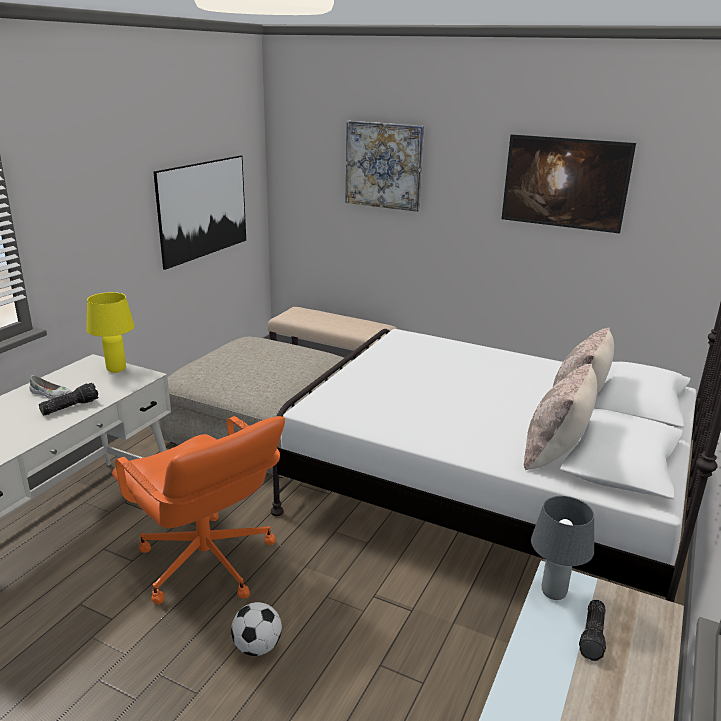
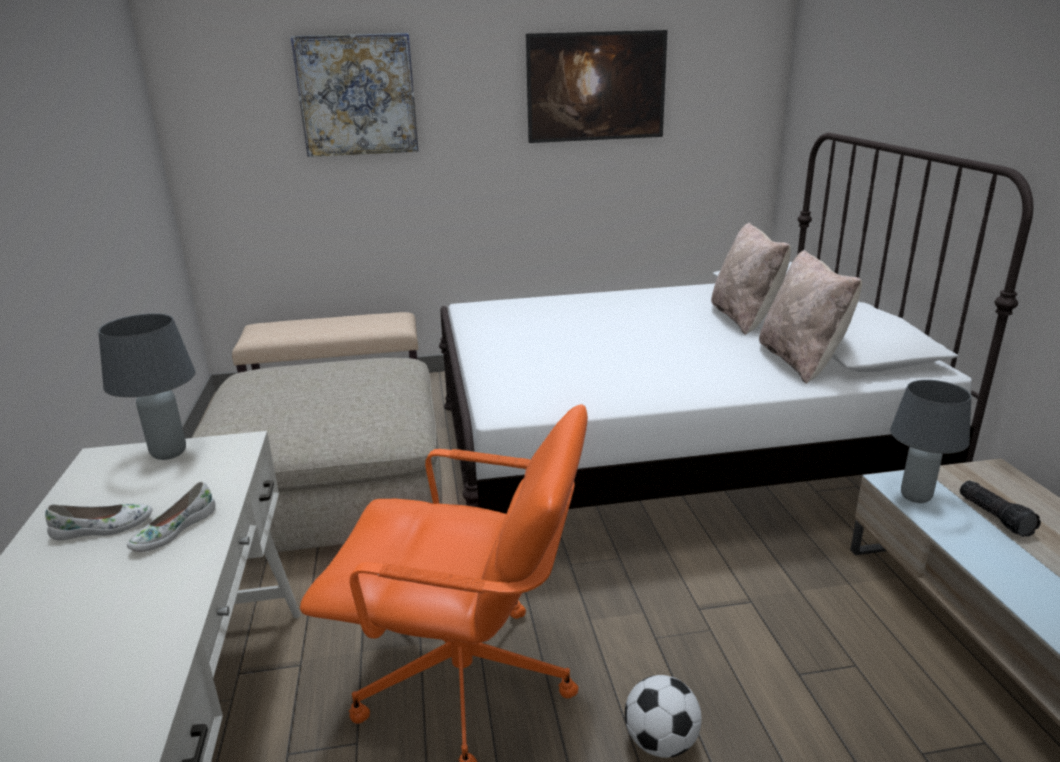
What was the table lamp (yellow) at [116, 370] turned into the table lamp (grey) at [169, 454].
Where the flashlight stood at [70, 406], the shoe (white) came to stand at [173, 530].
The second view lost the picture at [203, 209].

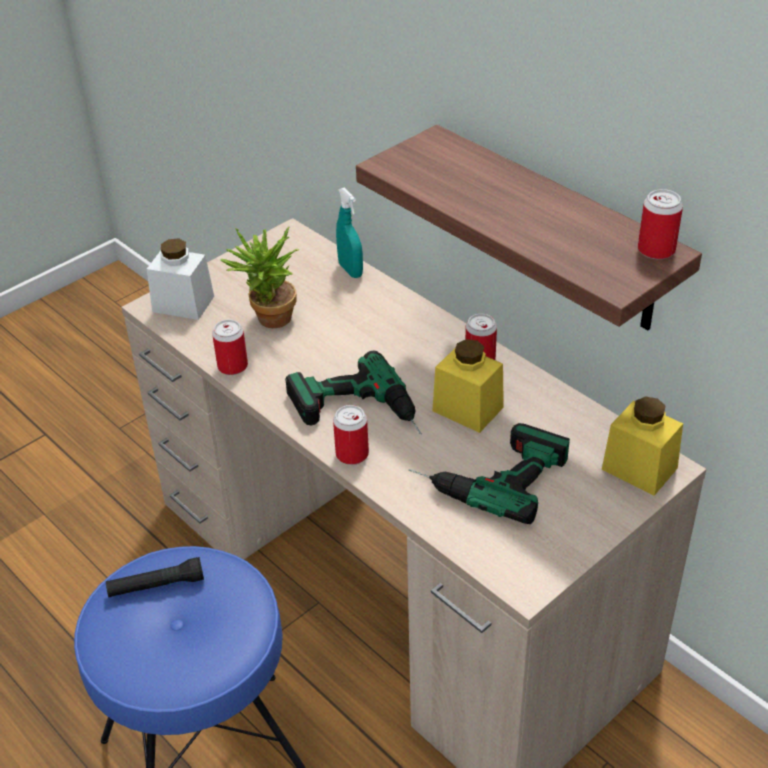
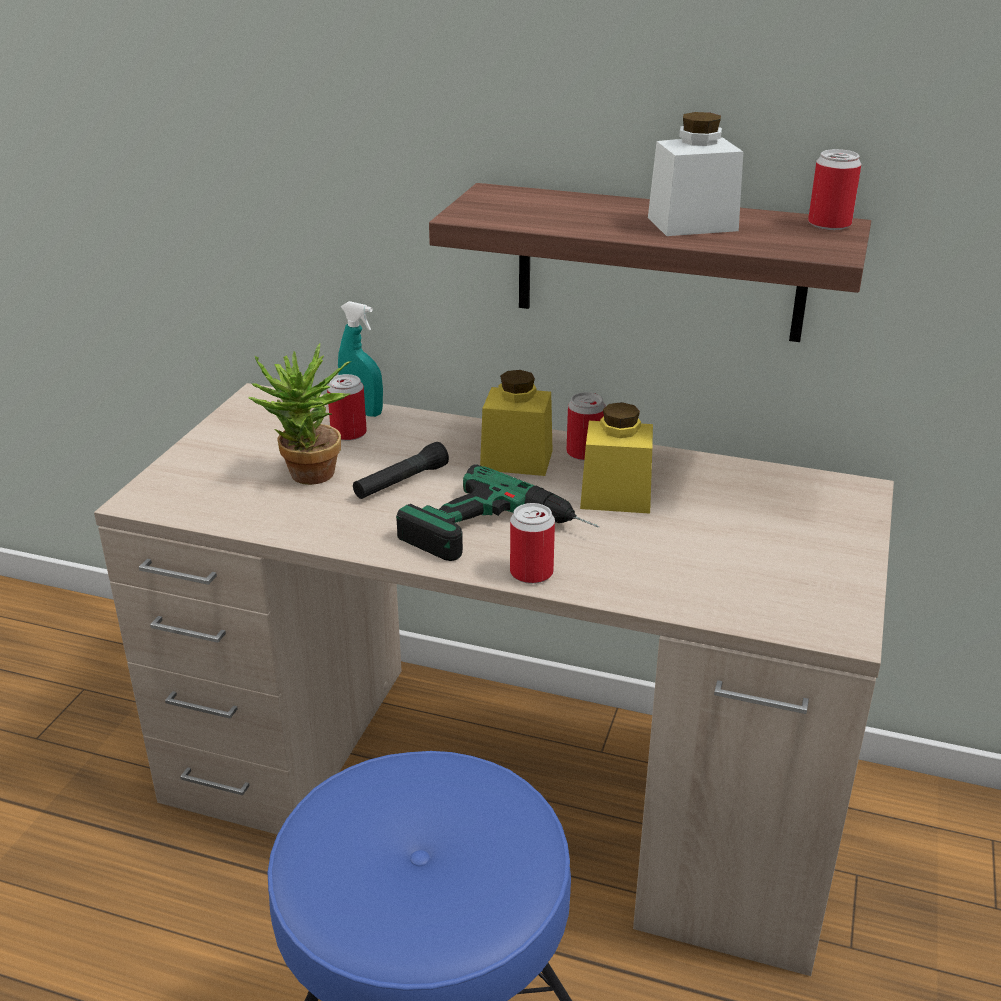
The can ended up elsewhere, having gone from [232, 366] to [348, 433].
The flashlight (black) ended up elsewhere, having gone from [156, 586] to [401, 482].
The jar (yellow) ended up elsewhere, having gone from [639, 468] to [516, 460].
The jar (white) ended up elsewhere, having gone from [183, 304] to [692, 224].
The second view lost the power drill at [487, 473].

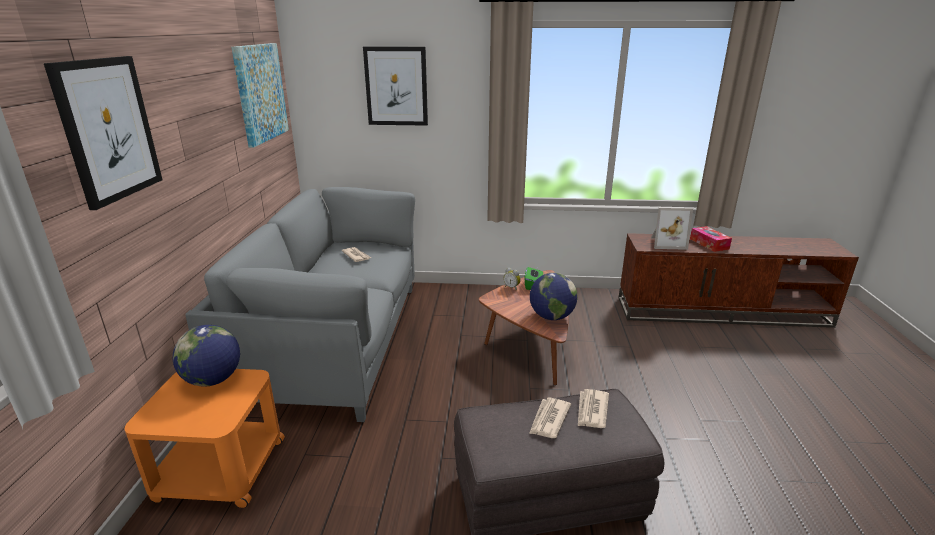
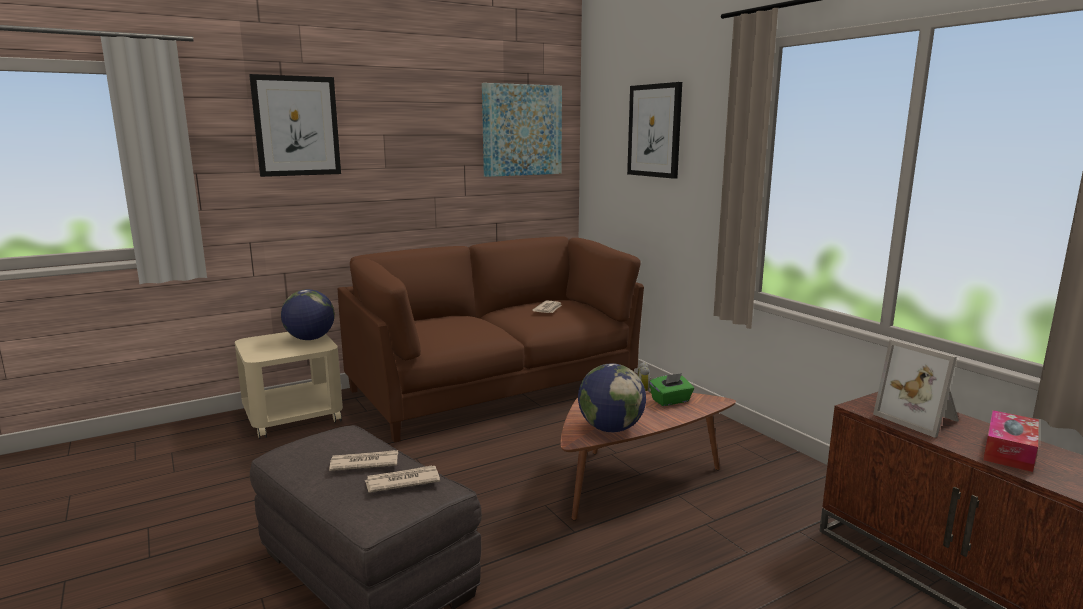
What was the side table (orange) at [220, 469] turned into the side table (beige) at [292, 415].
What was the sofa (grey) at [334, 341] turned into the sofa (brown) at [493, 388].

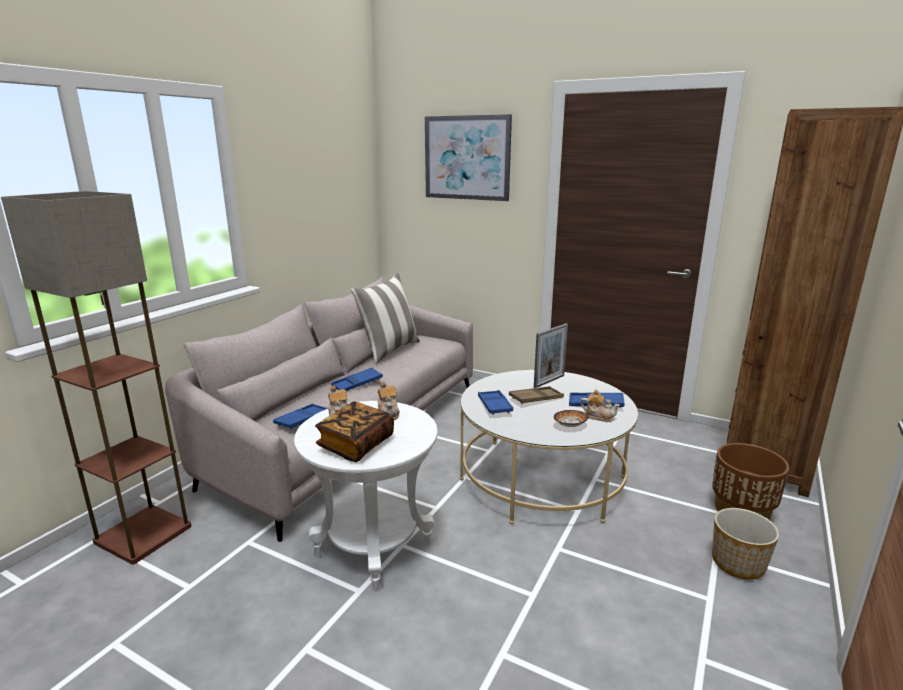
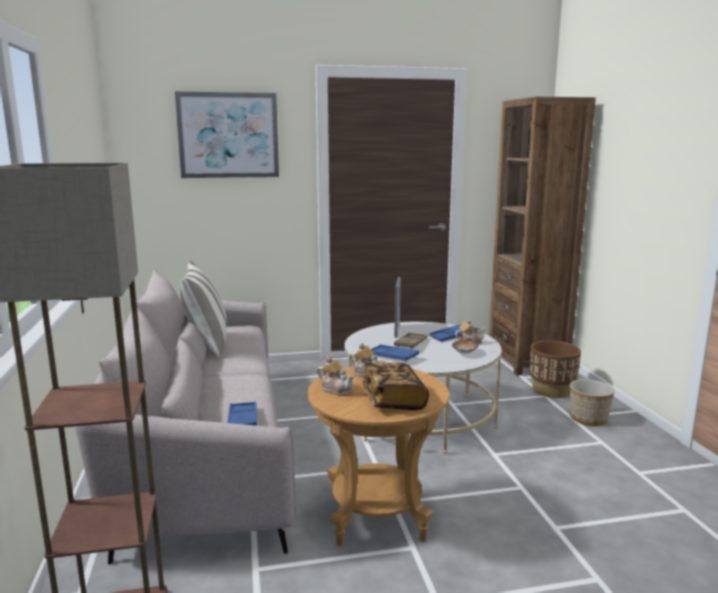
What was the side table (white) at [373, 549] turned into the side table (brown) at [377, 516].
The second view lost the tray (blue) at [357, 383].

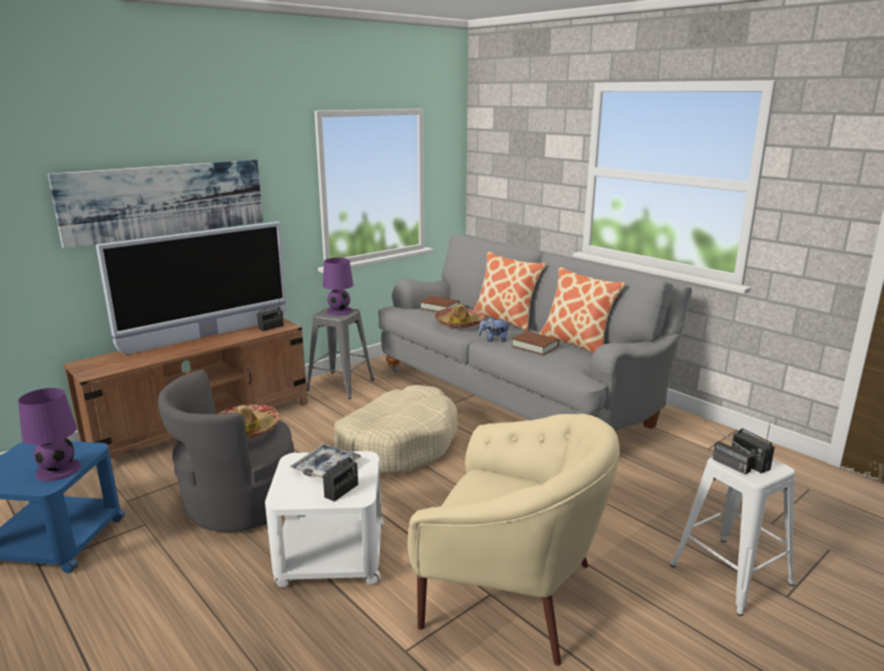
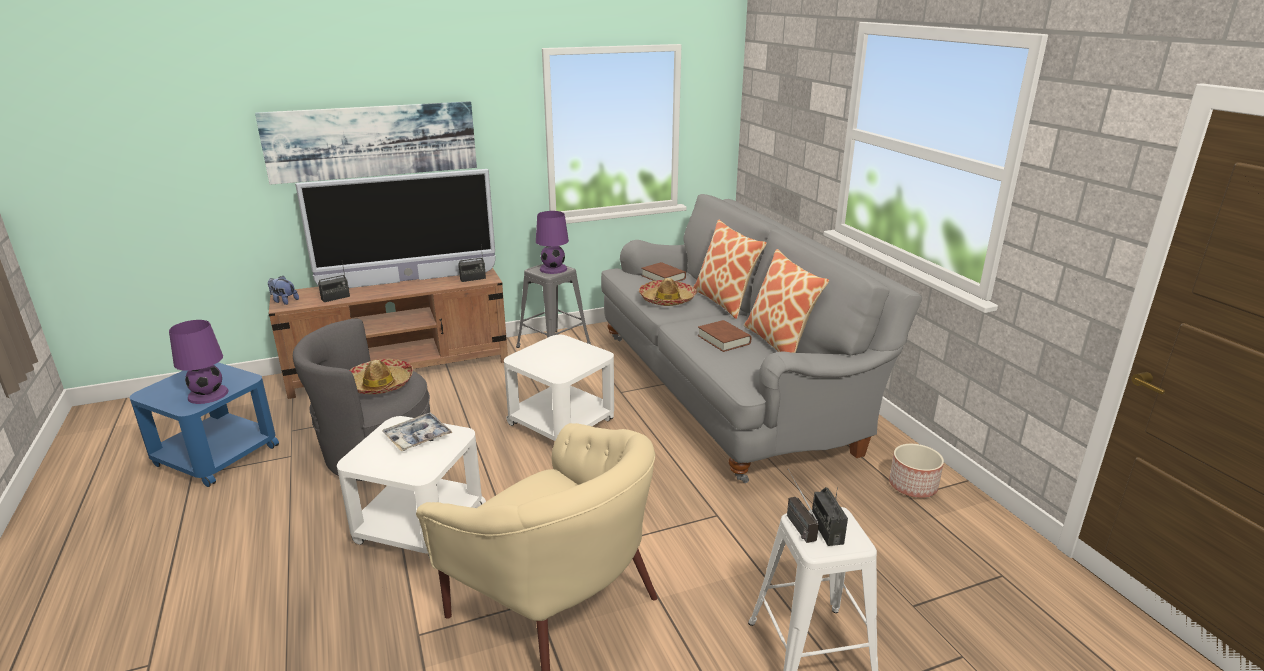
The plush toy ended up elsewhere, having gone from [494, 340] to [284, 301].
The radio ended up elsewhere, having gone from [341, 491] to [335, 298].
Where the dog bed (beige) stood at [397, 445], the side table (white) came to stand at [562, 422].
The second view gained the planter at [913, 486].

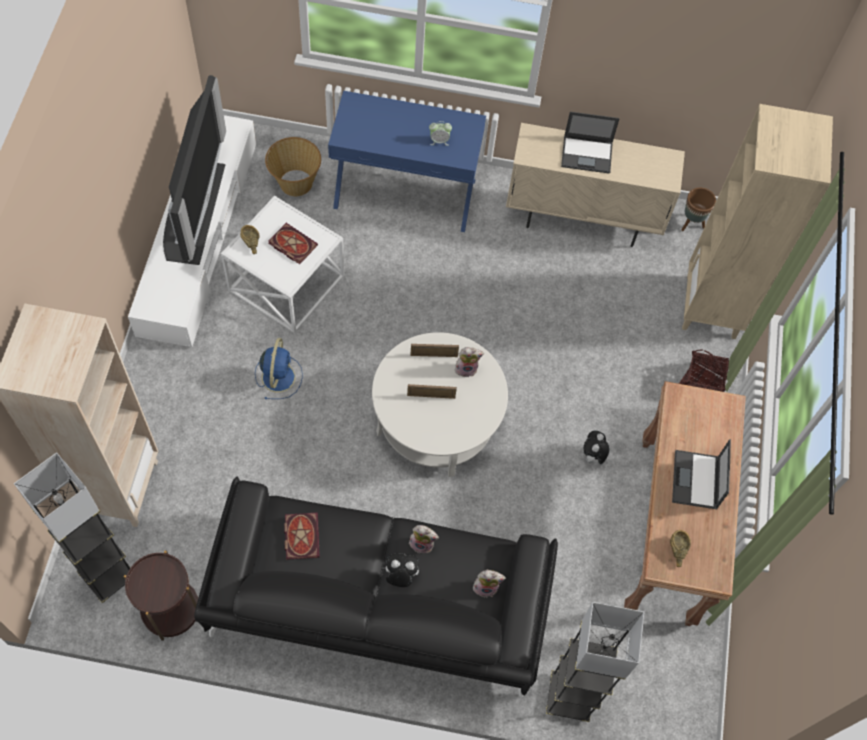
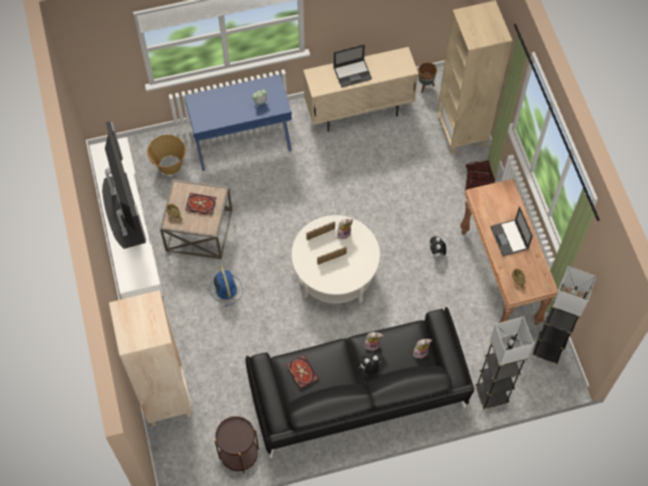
What was the side table (white) at [286, 283] turned into the side table (brown) at [199, 231].
The floor lamp (grey) ended up elsewhere, having gone from [108, 575] to [547, 349].

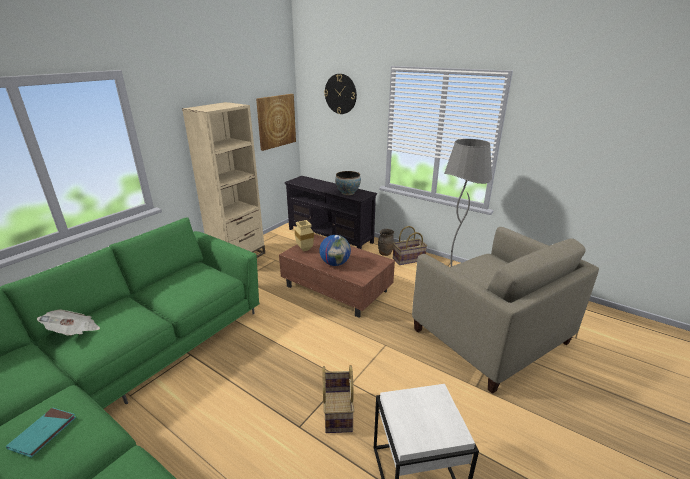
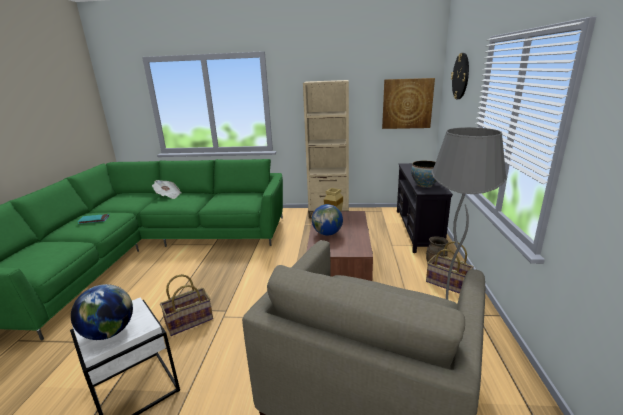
The second view gained the globe at [109, 332].

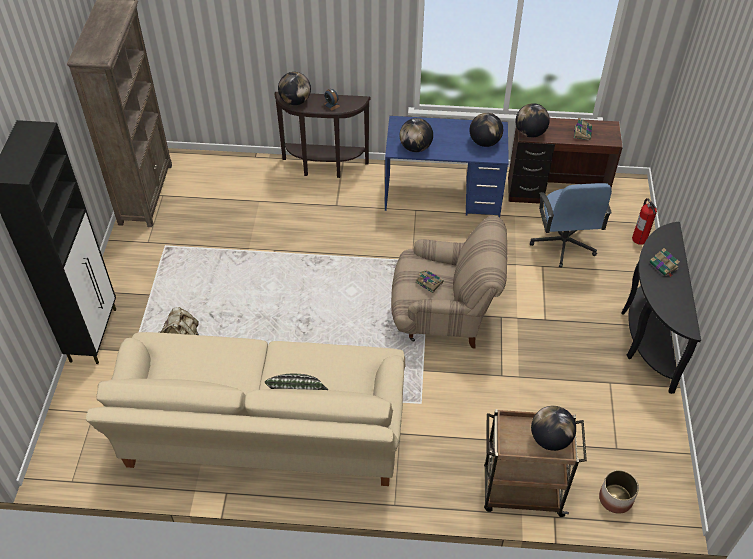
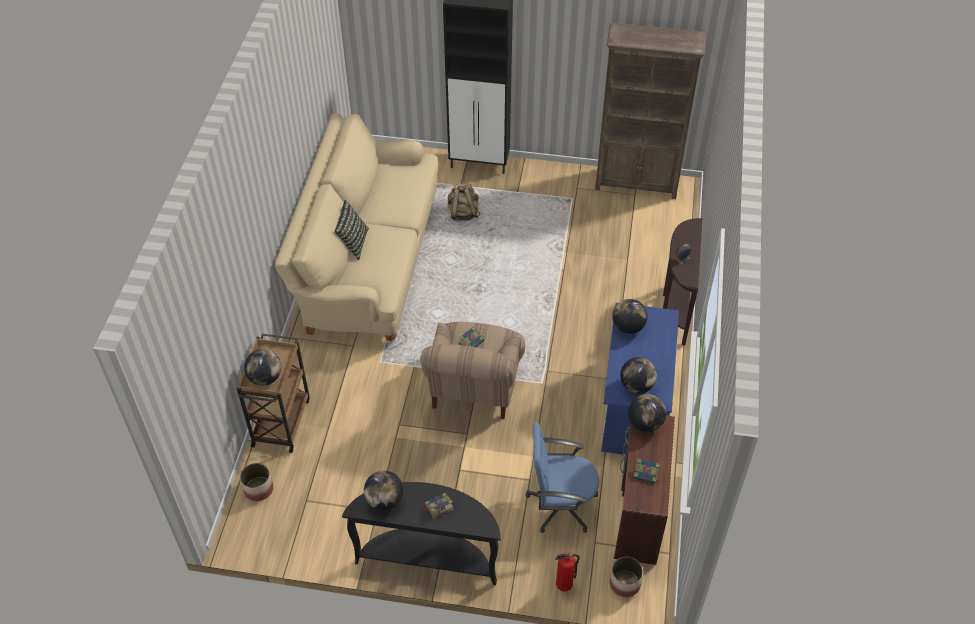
The globe ended up elsewhere, having gone from [295, 101] to [384, 500].
The second view gained the planter at [625, 583].

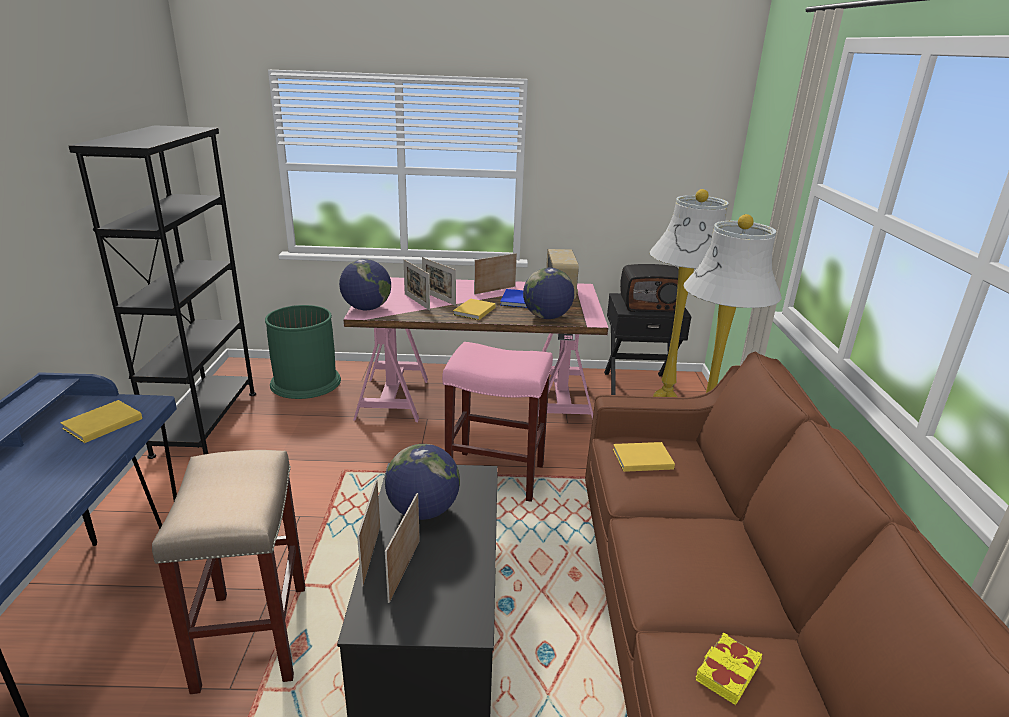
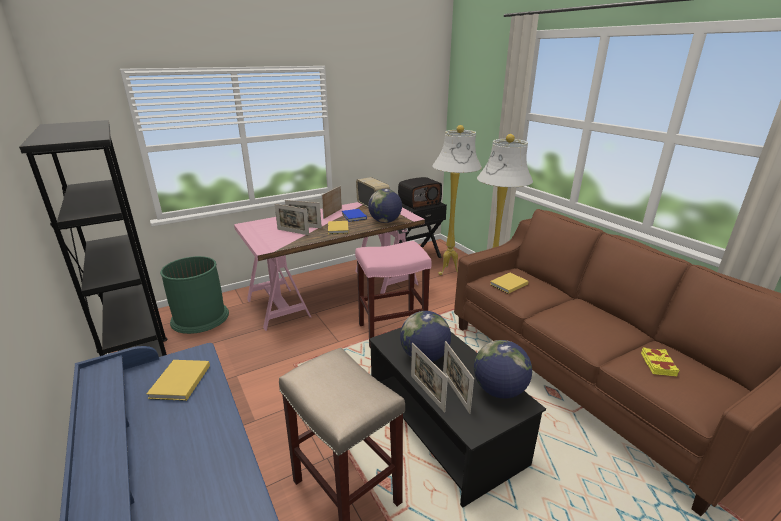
The globe ended up elsewhere, having gone from [366, 308] to [499, 390].

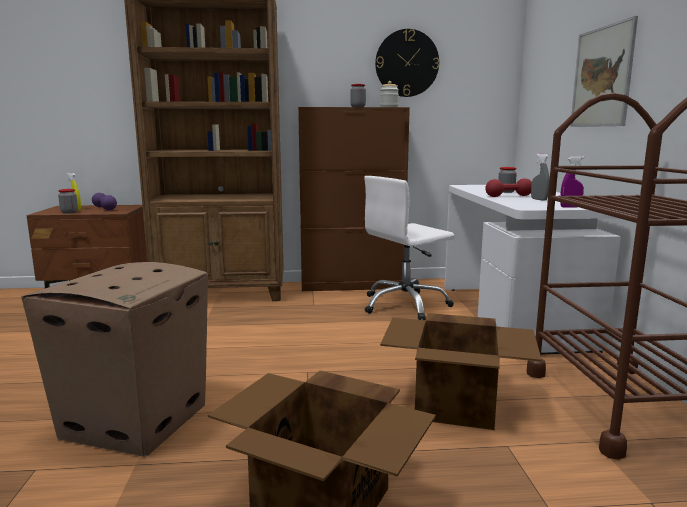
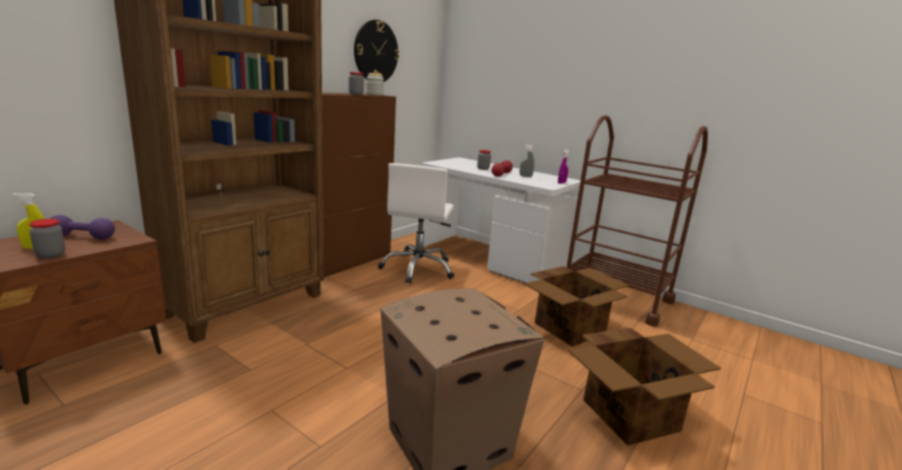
The second view lost the picture at [602, 77].

